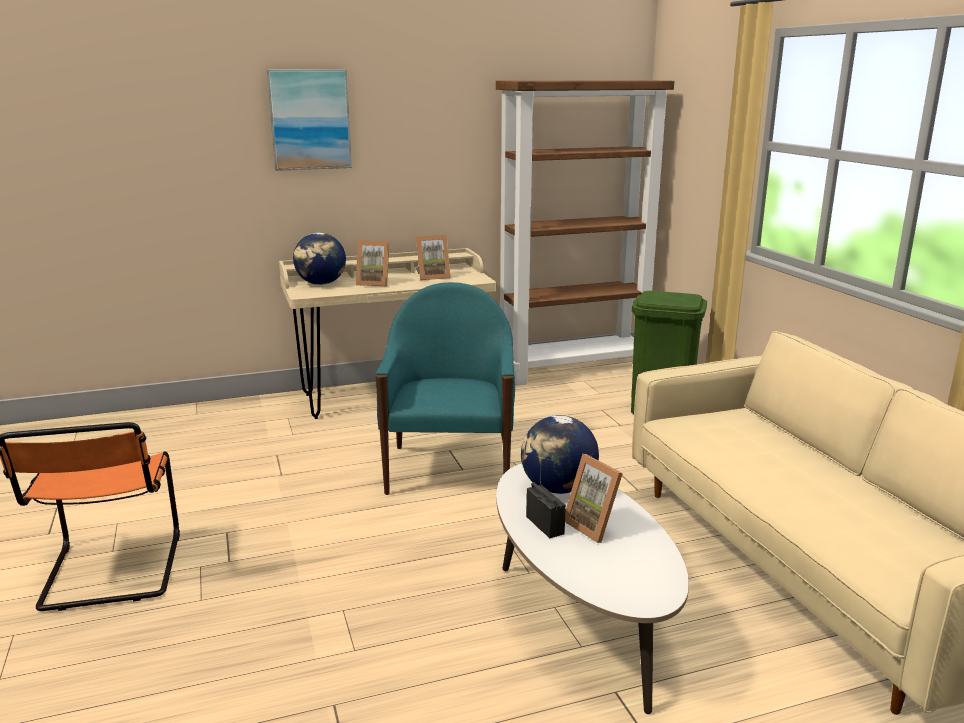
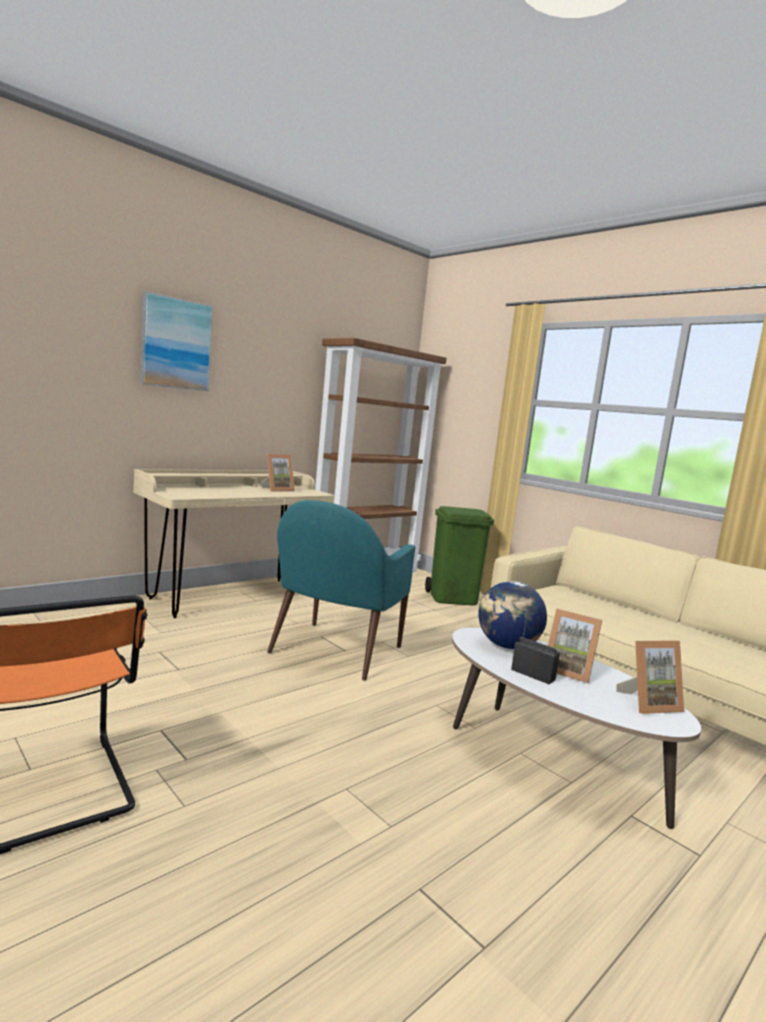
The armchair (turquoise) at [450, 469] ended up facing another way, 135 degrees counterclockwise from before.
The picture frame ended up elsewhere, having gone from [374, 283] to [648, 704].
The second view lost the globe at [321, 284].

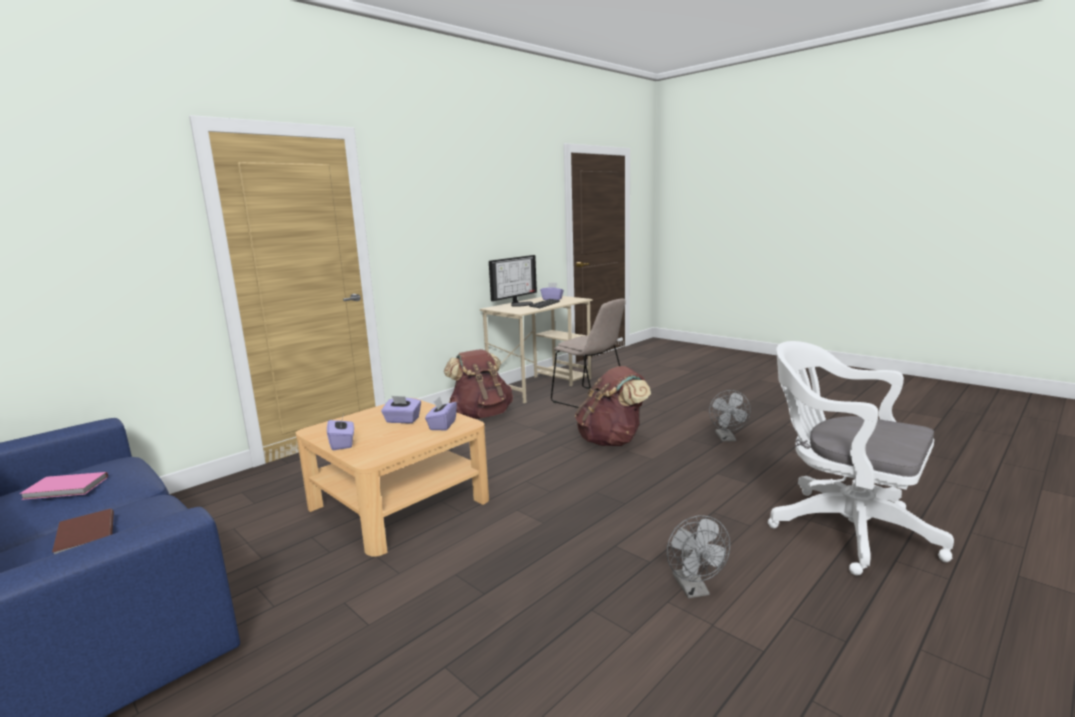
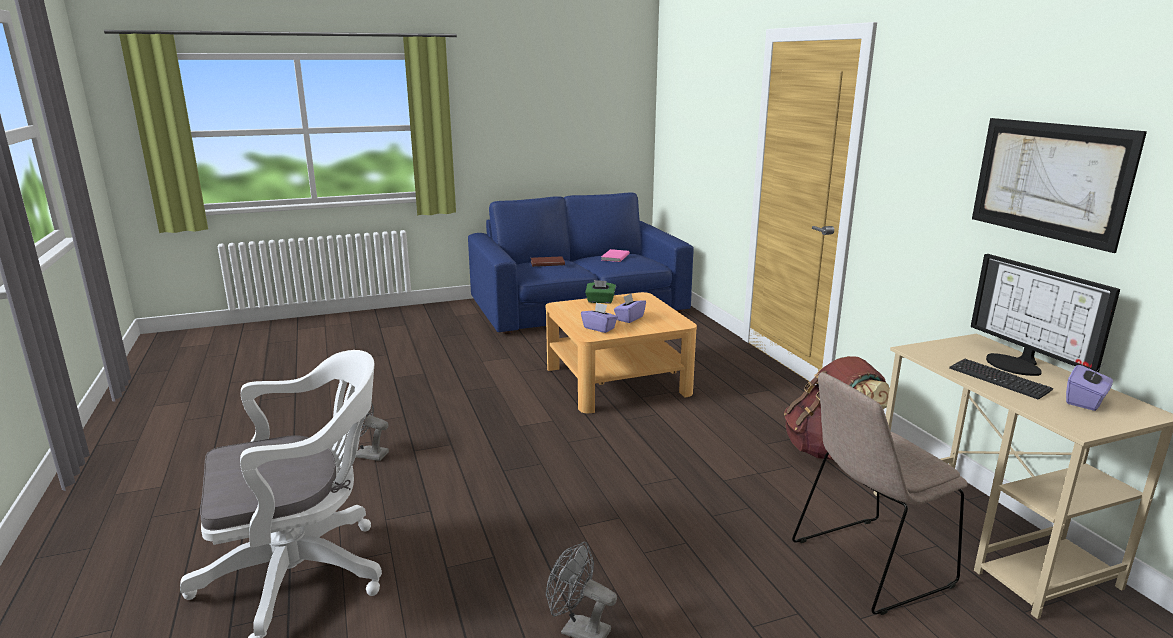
What was the tissue box (purple) at [342, 443] turned into the tissue box (green) at [600, 301].
The second view gained the picture at [1049, 180].
The second view lost the backpack (brown) at [612, 441].

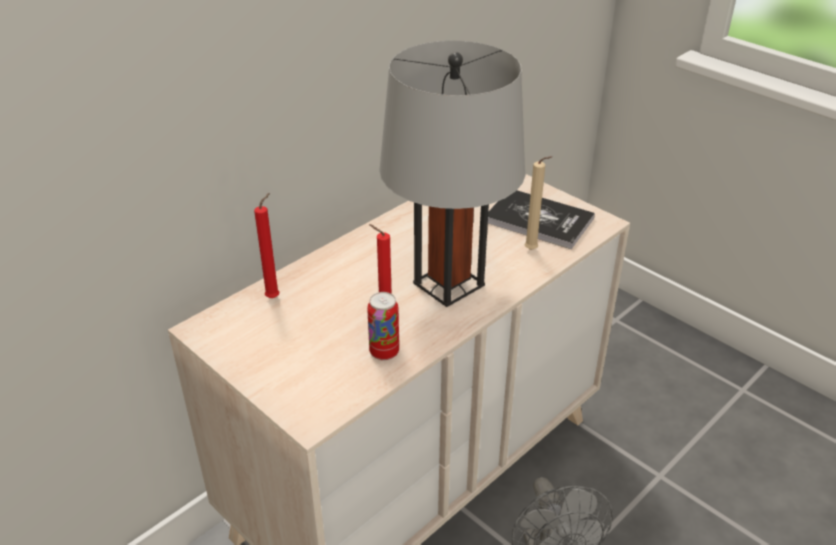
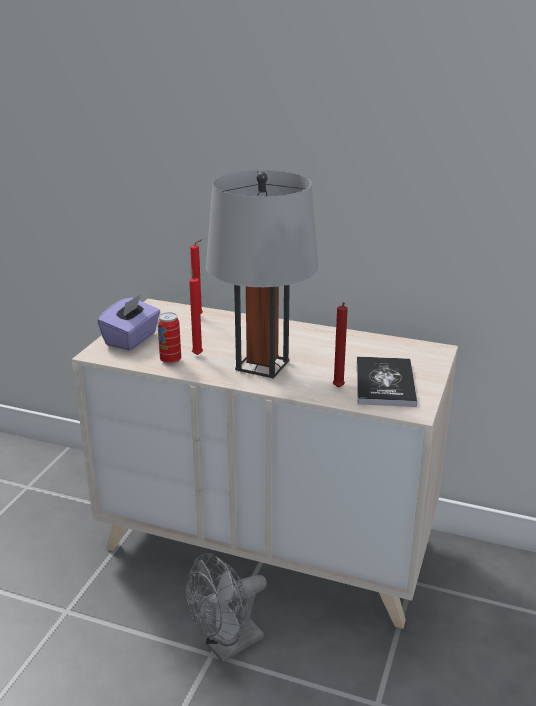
The second view gained the tissue box (purple) at [132, 339].
What was the candle (beige) at [533, 250] turned into the candle (red) at [338, 388].

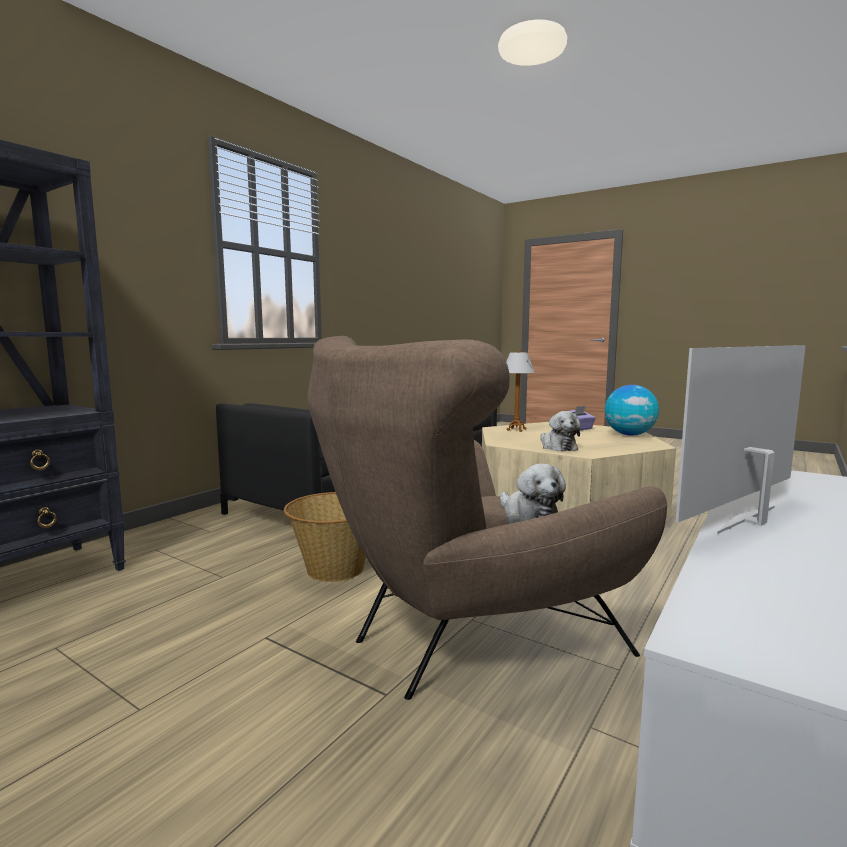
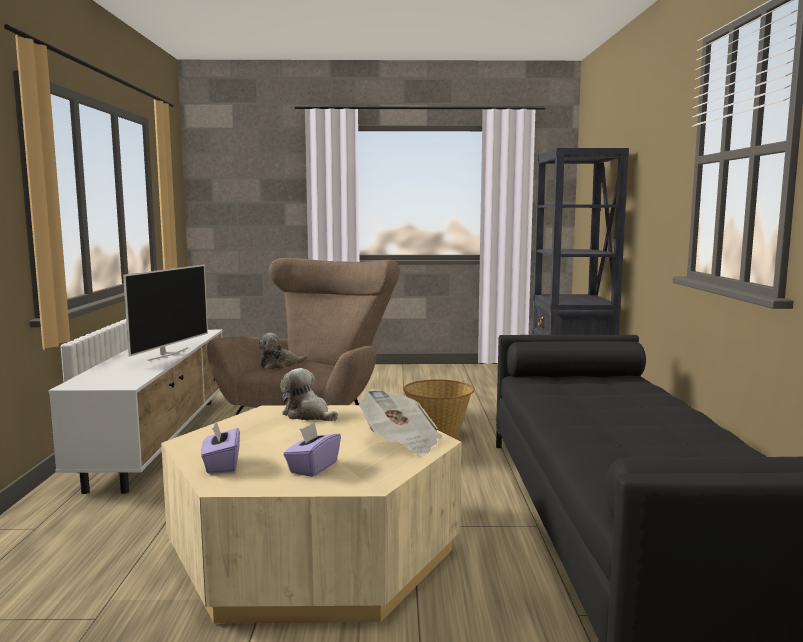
Where the globe stood at [629, 435], the tissue box (purple) came to stand at [221, 465].
The plush toy at [528, 518] ended up facing another way, 60 degrees counterclockwise from before.
Where the table lamp stood at [516, 430], the newspaper came to stand at [401, 443].

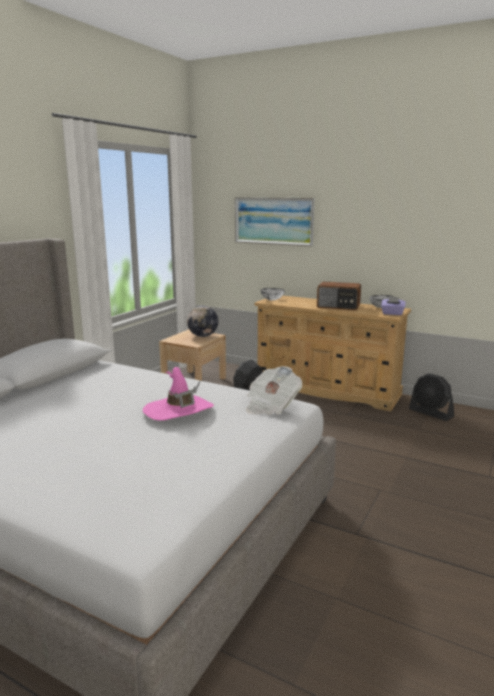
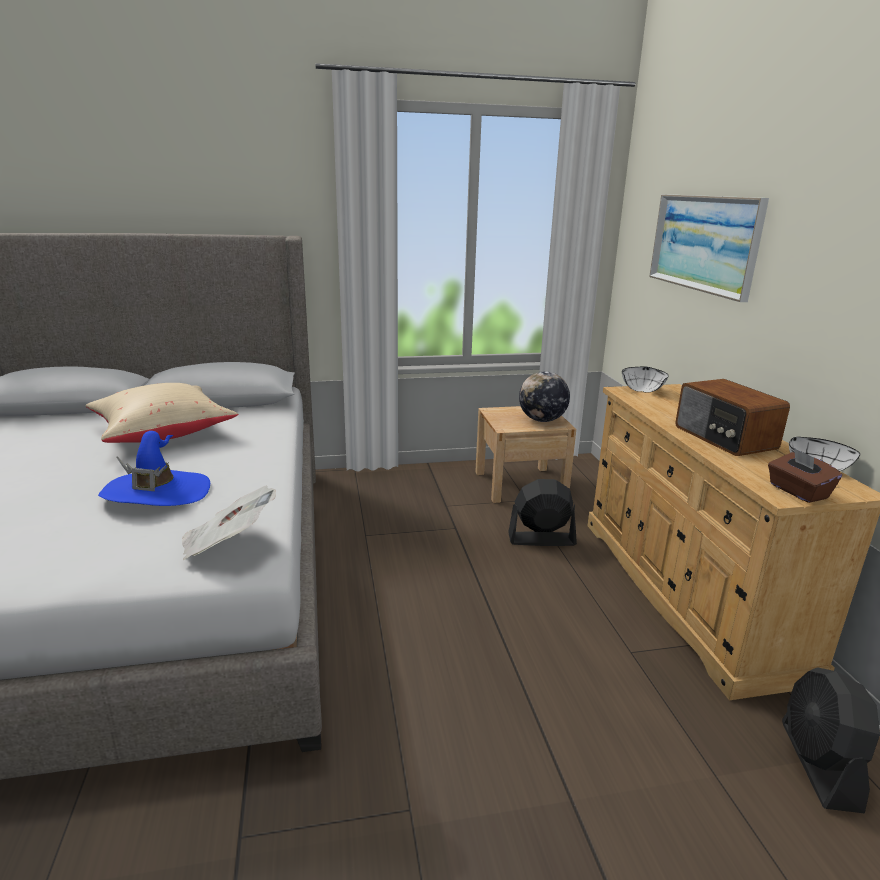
The second view gained the pillow (beige) at [162, 433].
What was the hat (pink) at [178, 411] turned into the hat (blue) at [157, 493].
What was the tissue box (purple) at [392, 313] turned into the tissue box (brown) at [797, 492].

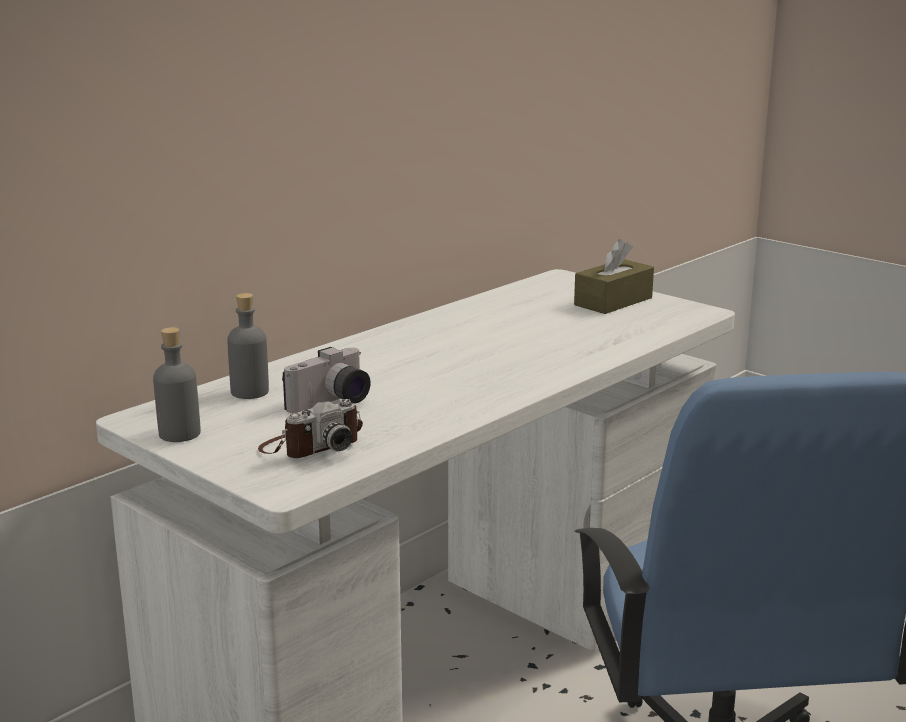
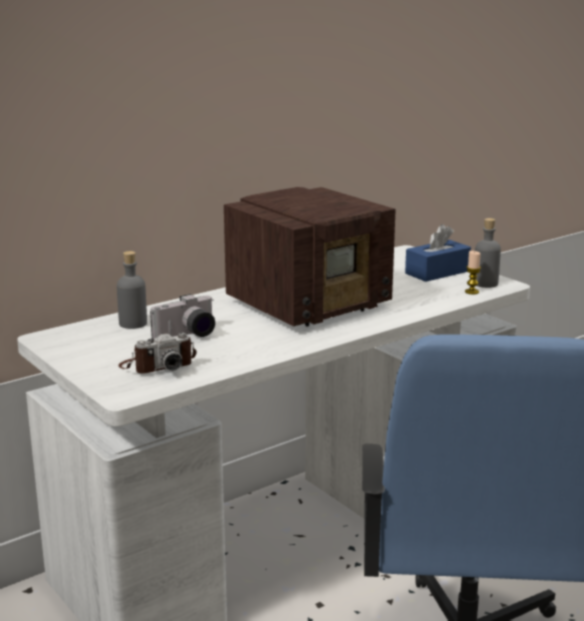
The second view gained the radio at [311, 305].
What was the tissue box (brown) at [613, 301] turned into the tissue box (blue) at [437, 272].
The second view gained the candle at [472, 292].
The bottle (grey) ended up elsewhere, having gone from [179, 434] to [485, 283].

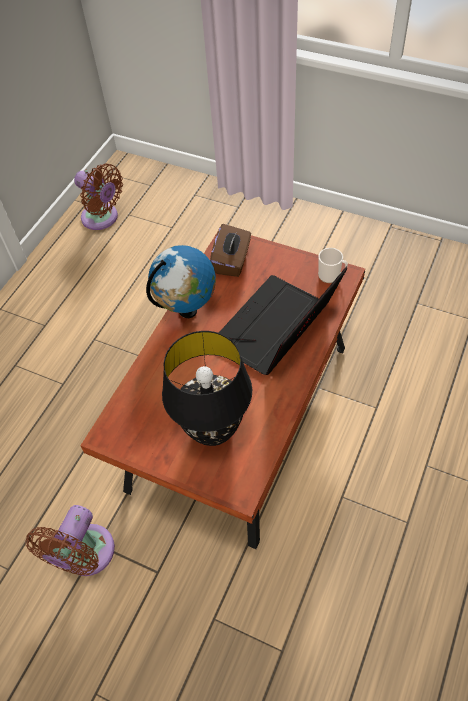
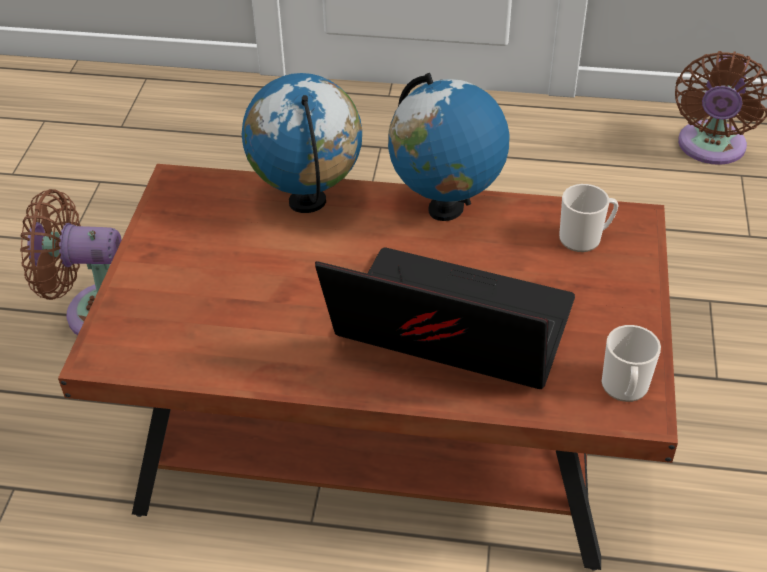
The second view gained the globe at [308, 202].
Where the tissue box (brown) stood at [232, 261], the mug came to stand at [584, 238].
The second view lost the table lamp (black) at [214, 430].

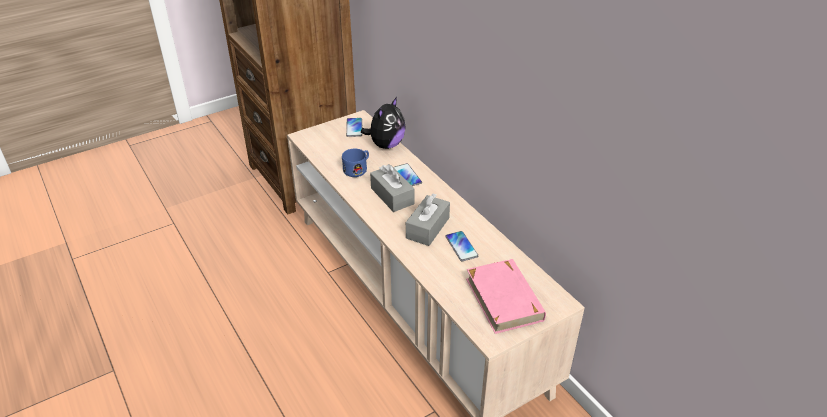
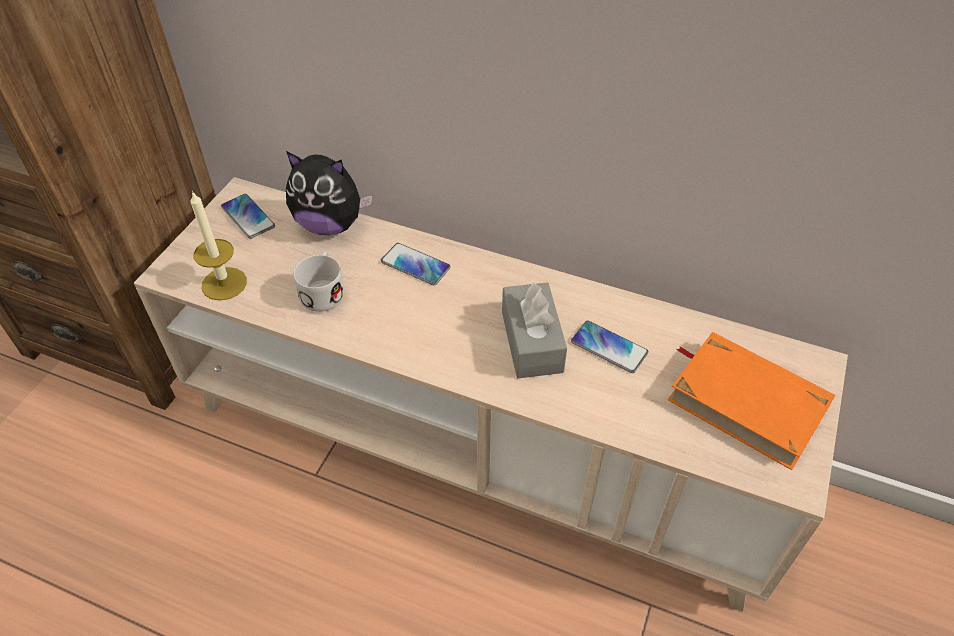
The second view gained the candle at [224, 283].
The plush toy at [386, 145] ended up facing another way, 105 degrees clockwise from before.
What was the mug (blue) at [358, 169] turned into the mug (white) at [324, 290].
What was the book (pink) at [504, 299] turned into the book (orange) at [747, 402].
The second view lost the tissue box (grey) at [392, 196].

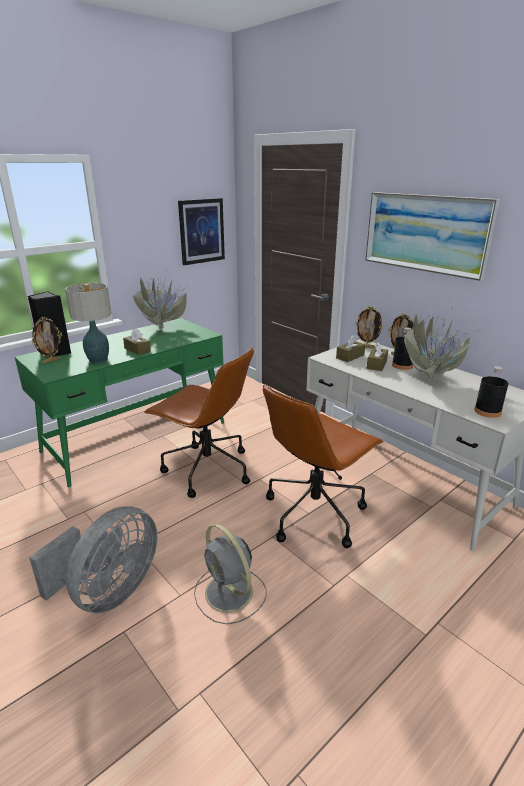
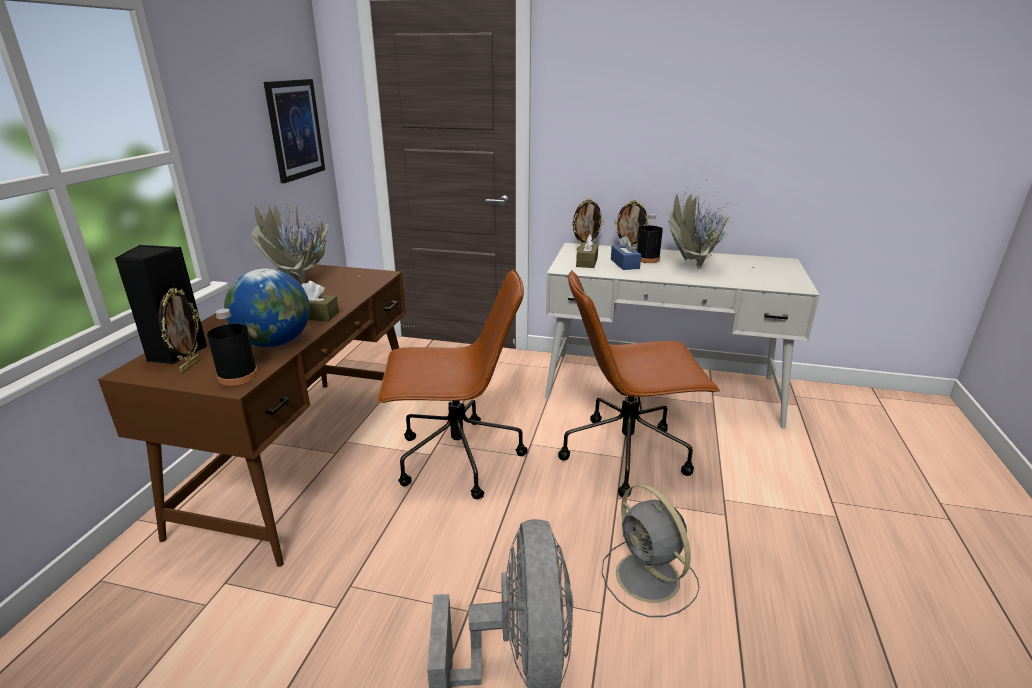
What was the desk (green) at [137, 436] turned into the desk (brown) at [308, 456].
The bottle (black) ended up elsewhere, having gone from [487, 411] to [238, 376].
Where the table lamp stood at [98, 360], the globe came to stand at [275, 343].
The office chair (brown) at [315, 512] ended up facing another way, 75 degrees clockwise from before.
The fan (grey) at [230, 594] ended up facing another way, 45 degrees clockwise from before.
What was the tissue box (brown) at [376, 365] turned into the tissue box (blue) at [625, 264].
The second view lost the picture at [426, 233].

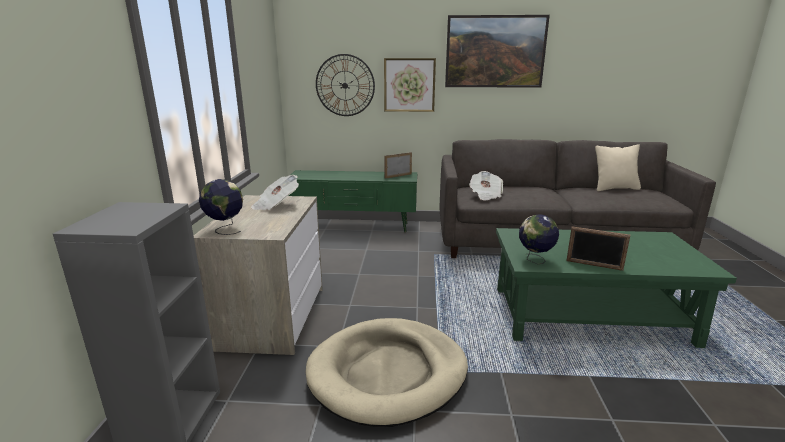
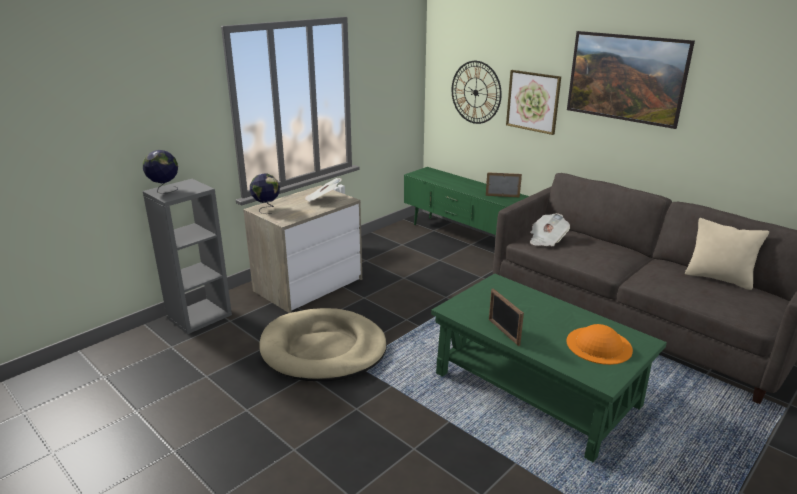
The globe ended up elsewhere, having gone from [535, 260] to [164, 190].
The second view gained the hat (orange) at [599, 345].

